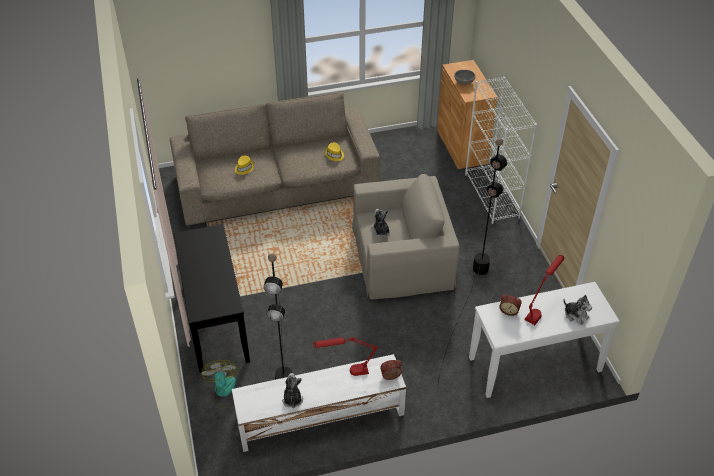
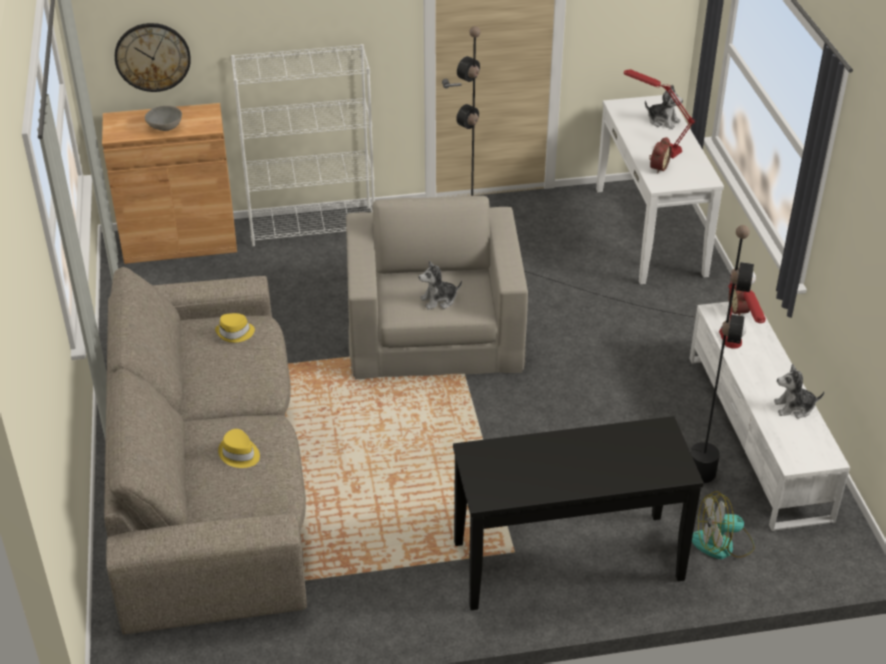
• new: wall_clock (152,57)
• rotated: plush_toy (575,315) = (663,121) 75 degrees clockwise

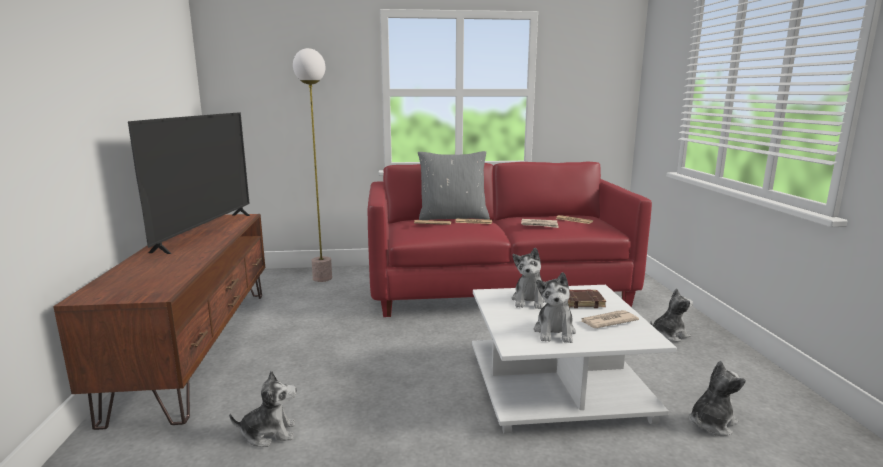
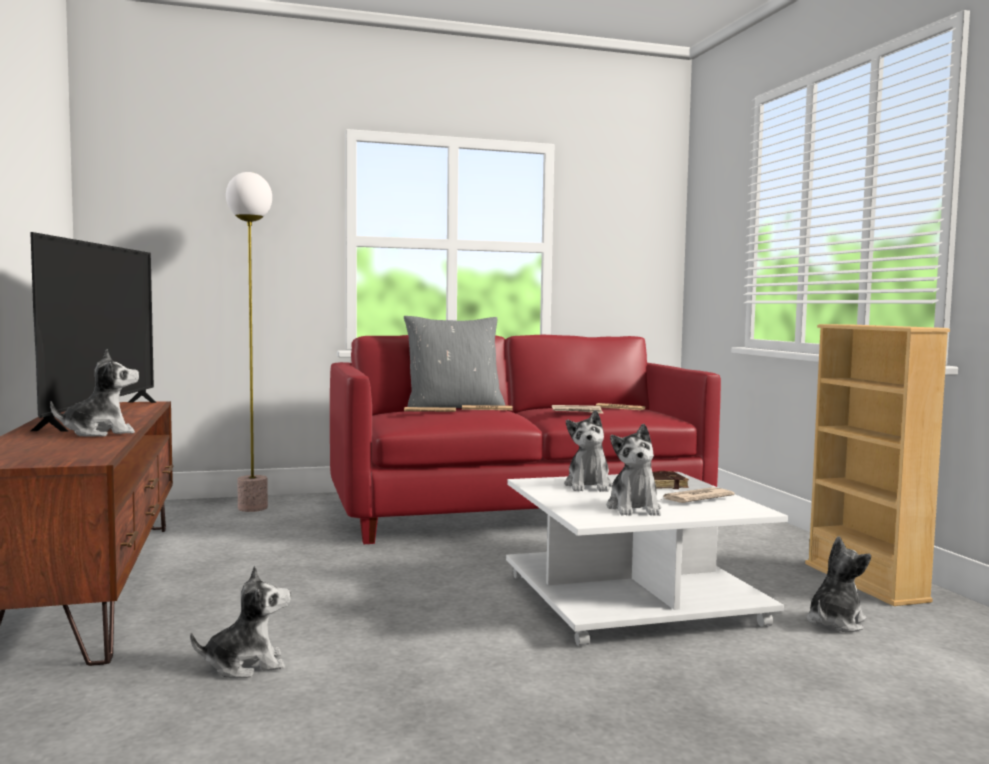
• shifted: plush_toy (668,335) to (100,433)
• new: beige_bookcase (865,582)

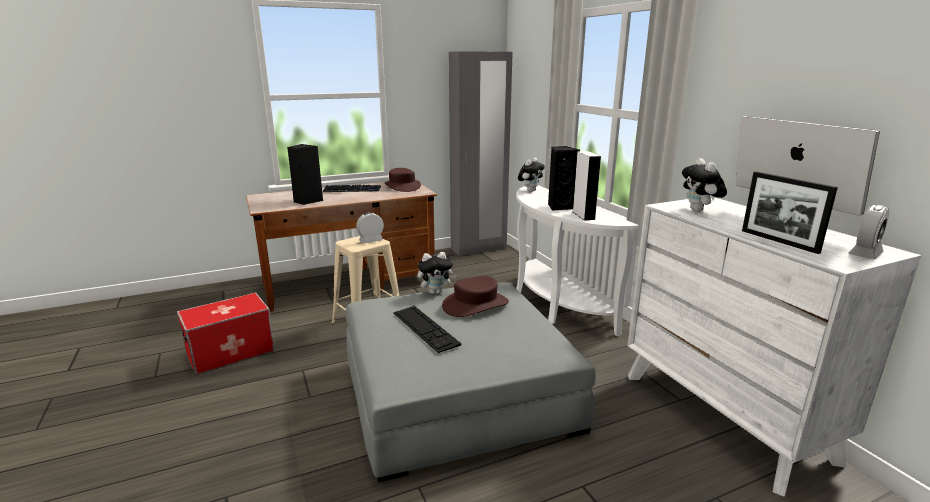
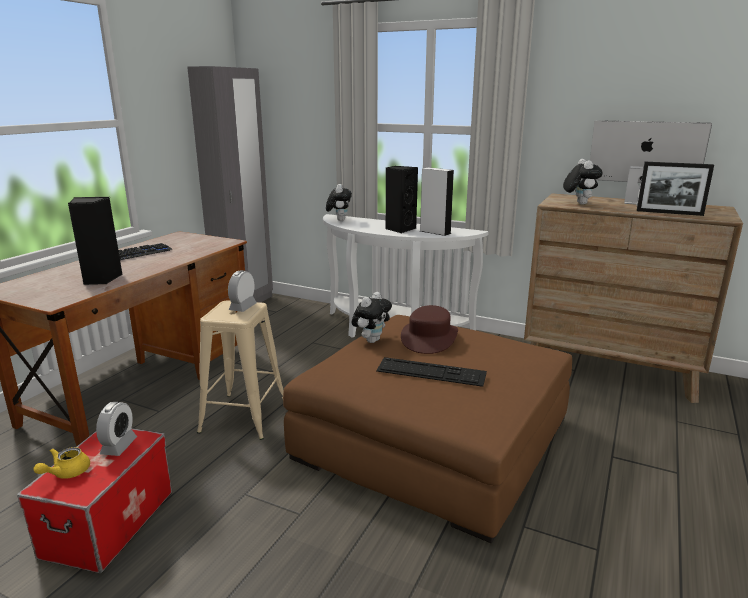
• new: yellow_teapot (66,473)
• shifted: alarm_clock (865,254) to (119,446)
• repainted: grey_ottoman (457,393) to brown_ottoman (432,438)
• repainted: white_dresser (723,415) to brown_dresser (609,369)
• rotated: plush_toy (699,211) = (578,203) 135 degrees counterclockwise
• gone: brown_hat (402,186)

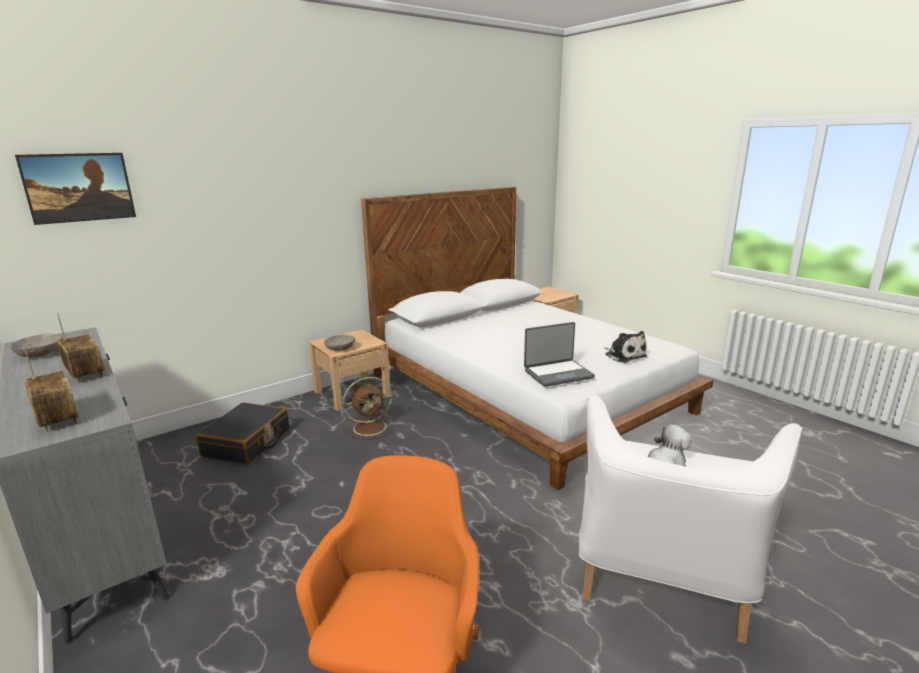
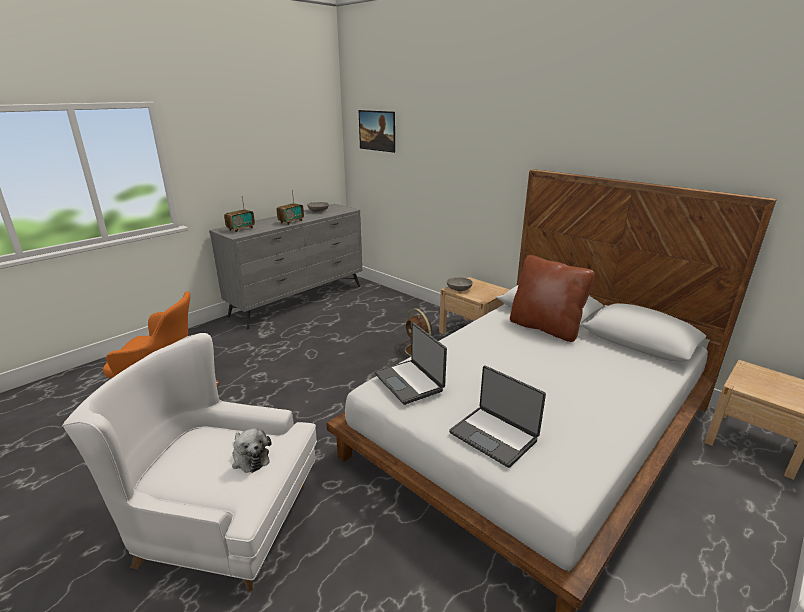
• swapped: plush_toy (624,355) to laptop (494,436)
• new: brown_pillow (545,328)
• gone: black_suitcase (247,443)

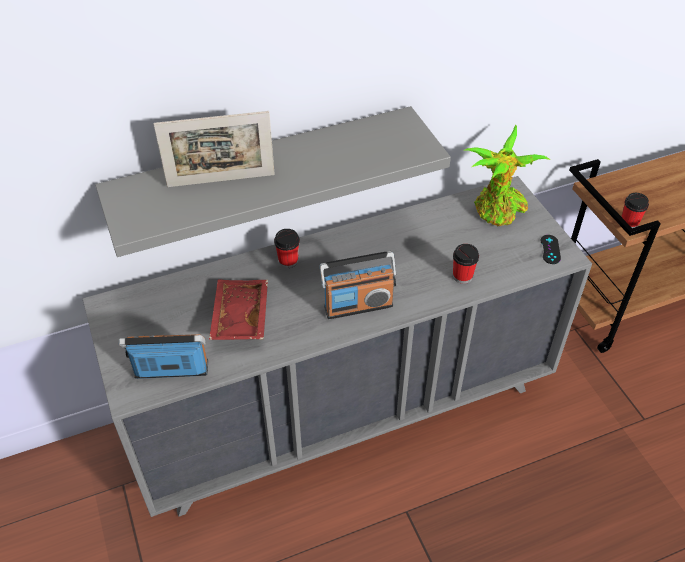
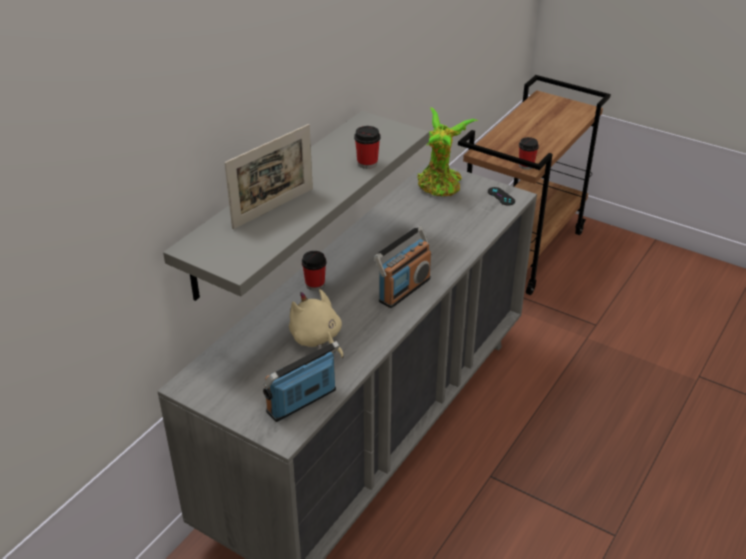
• swapped: red_tray (239,317) to beige_plush_toy (317,339)
• shifted: cup (462,276) to (367,163)

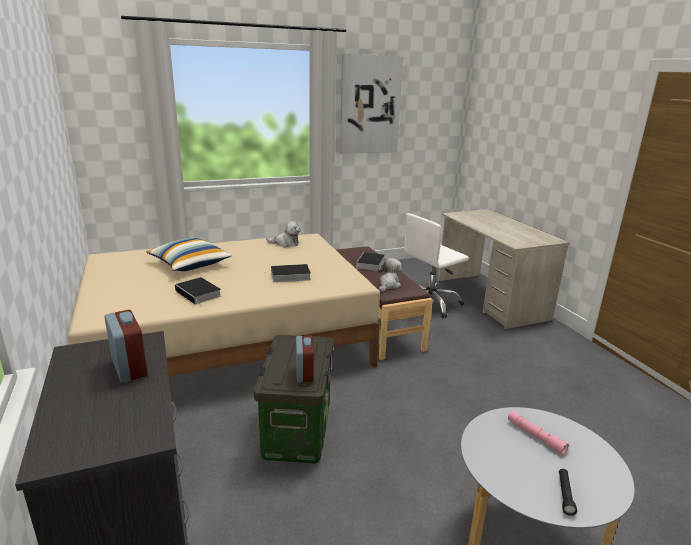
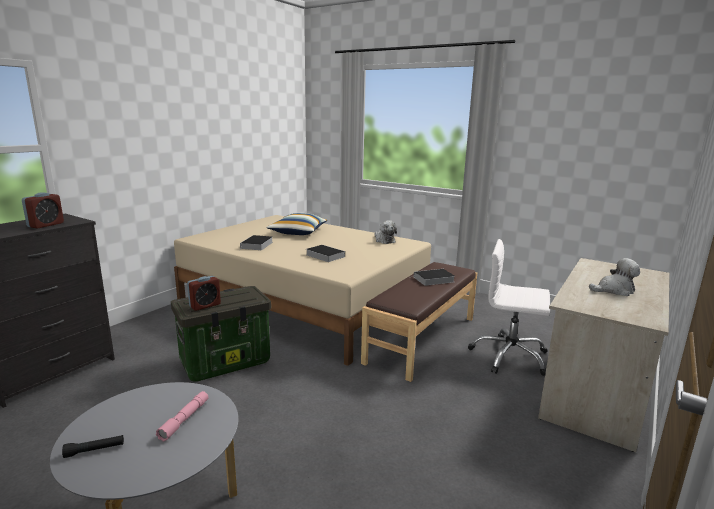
• shifted: plush_toy (388,285) to (614,290)
• gone: picture (370,105)

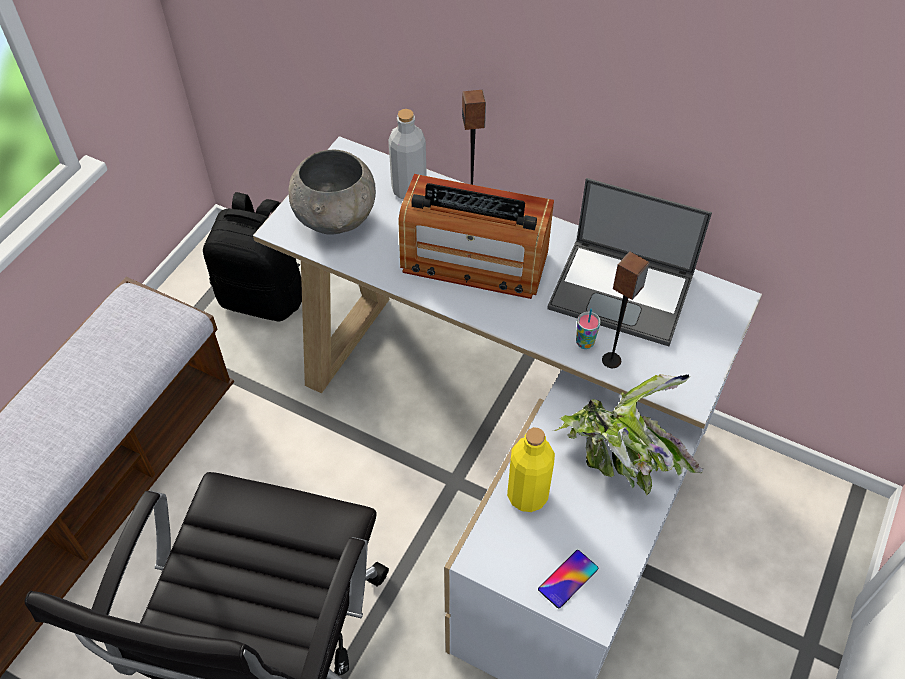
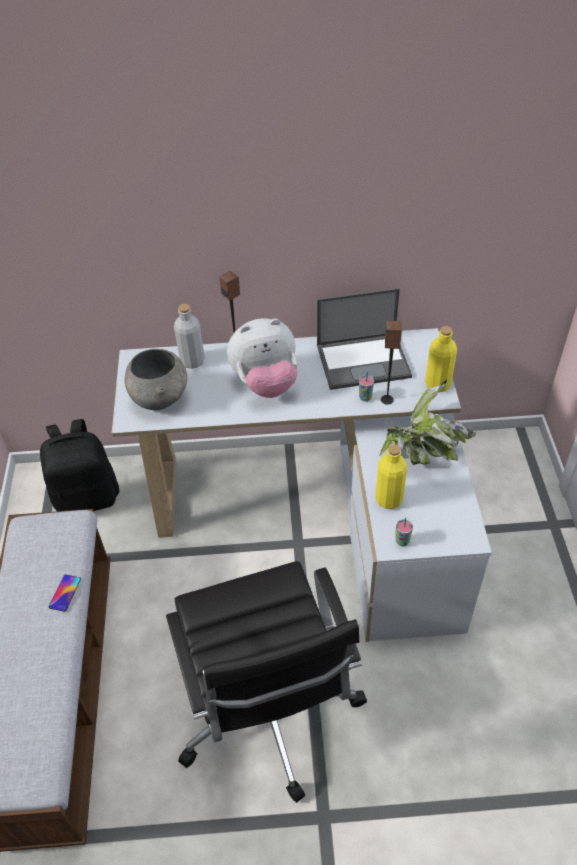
• shifted: phone (568,579) to (65,593)
• swapped: radio (474,261) to plush_toy (266,383)
• new: cup (402,541)
• new: yellow_bottle (437,384)

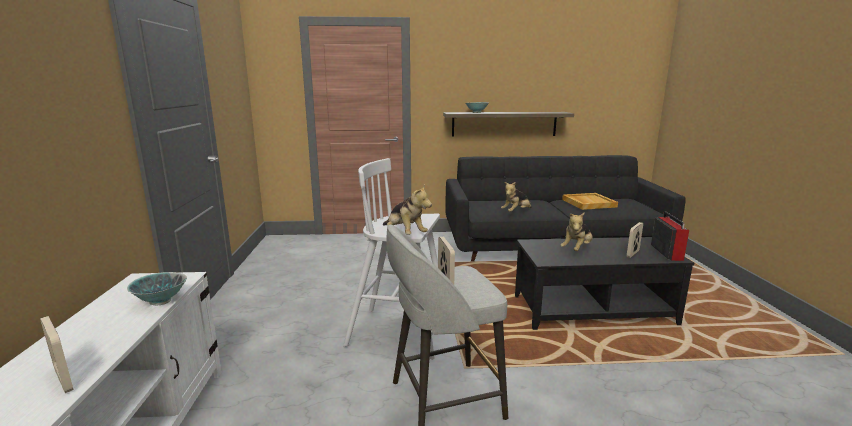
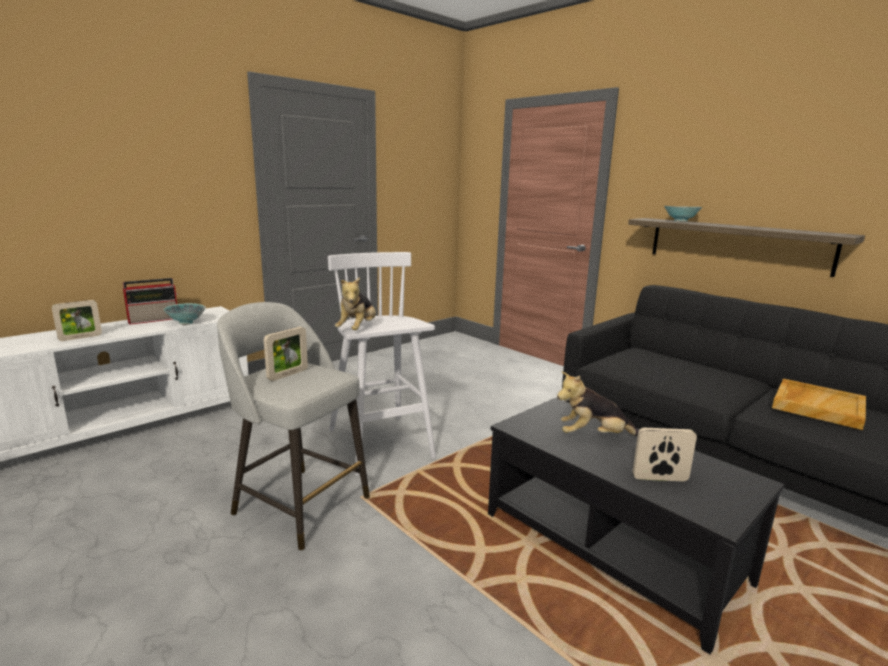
• rotated: picture_frame (63,379) = (80,338) 135 degrees counterclockwise
• shifted: radio (666,252) to (155,319)
• gone: plush_toy (516,212)

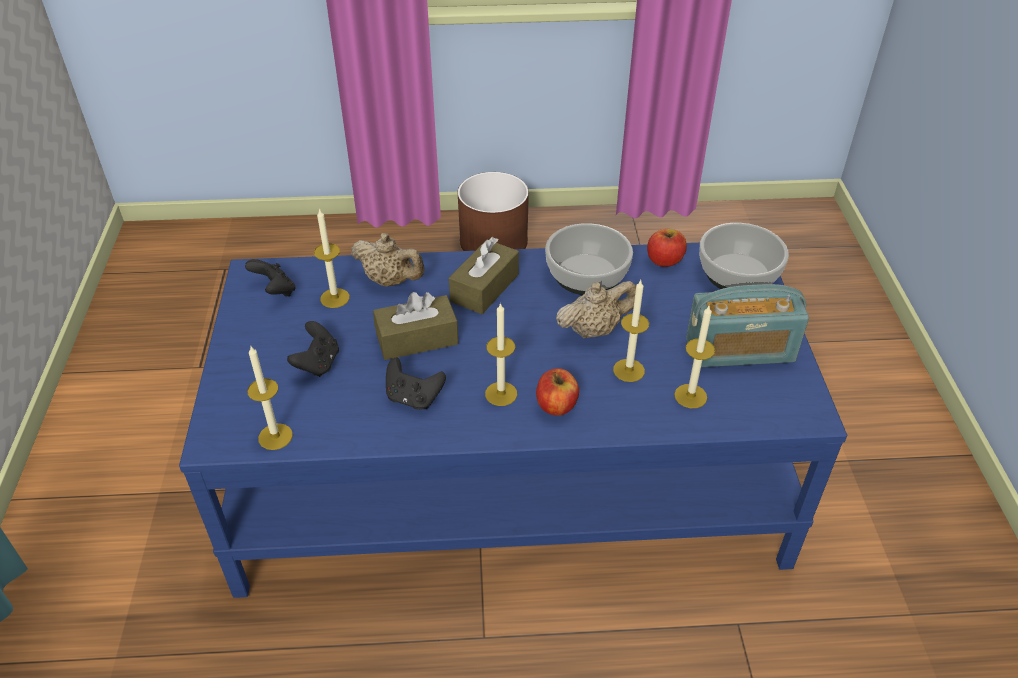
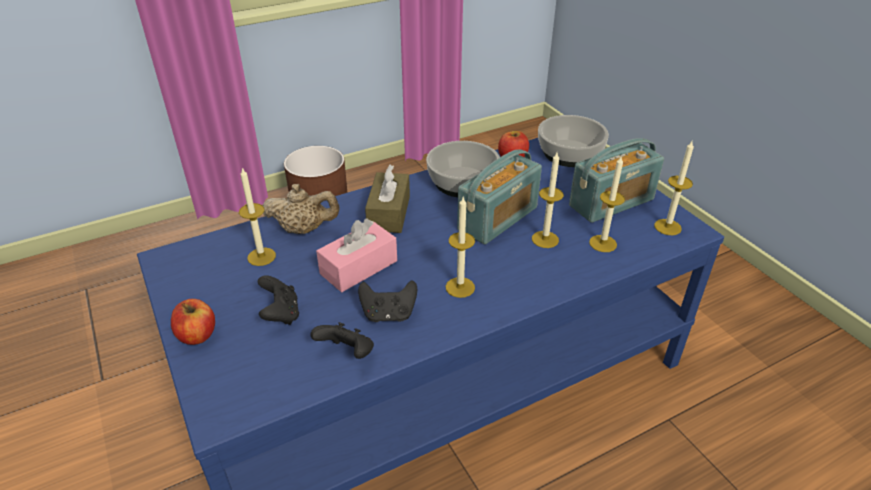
• shifted: apple (556,405) to (197,335)
• shifted: black_game_controller (275,291) to (347,353)
• repainted: brown_tissue_box (417,339) to pink_tissue_box (359,267)
• swapped: beige_teapot (594,330) to radio (498,219)
• shifted: candle (275,436) to (667,227)

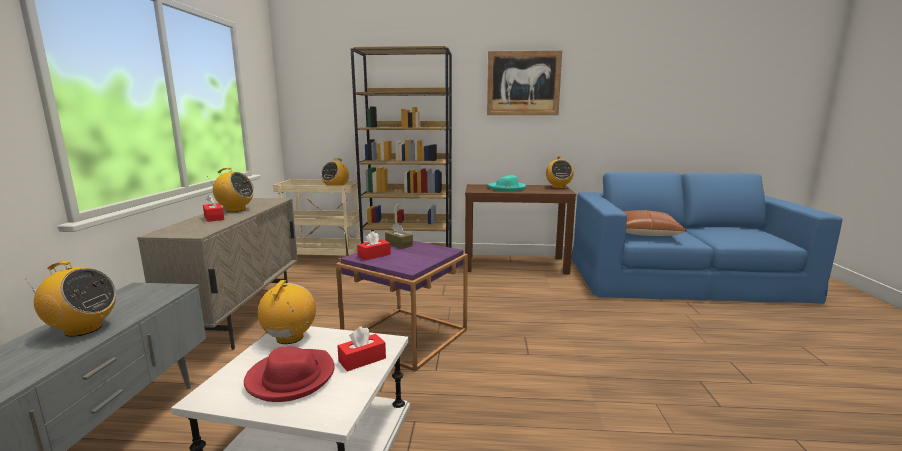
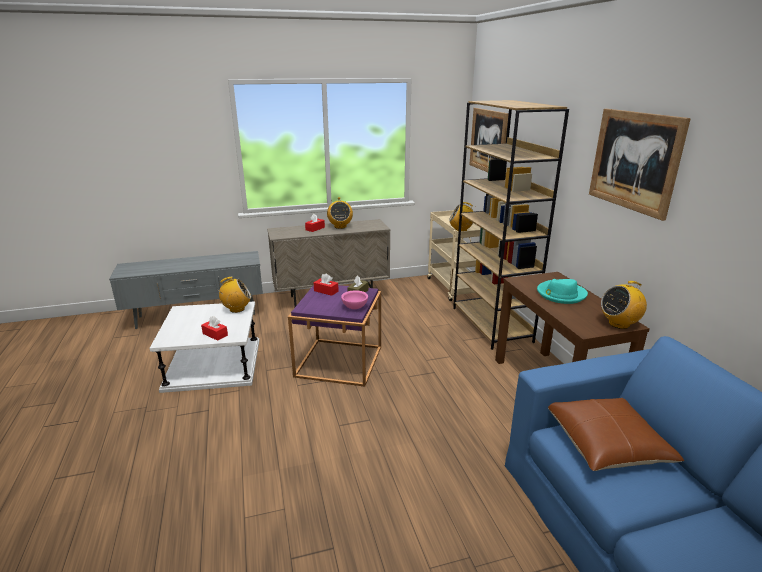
• new: pink_bowl (355,307)
• new: picture (488,141)
• gone: radio (83,329)
• gone: red_hat (291,378)

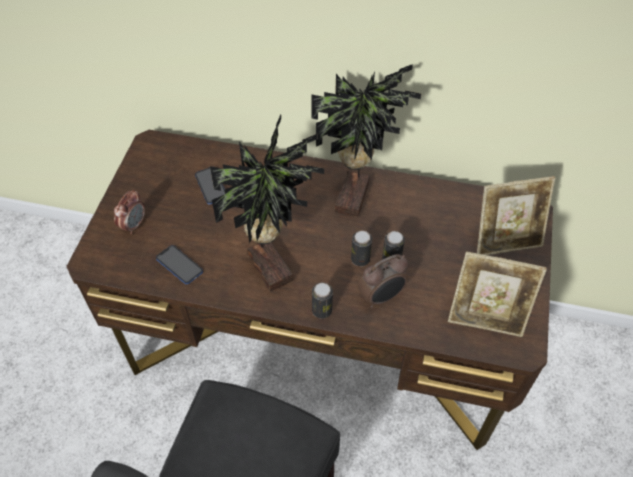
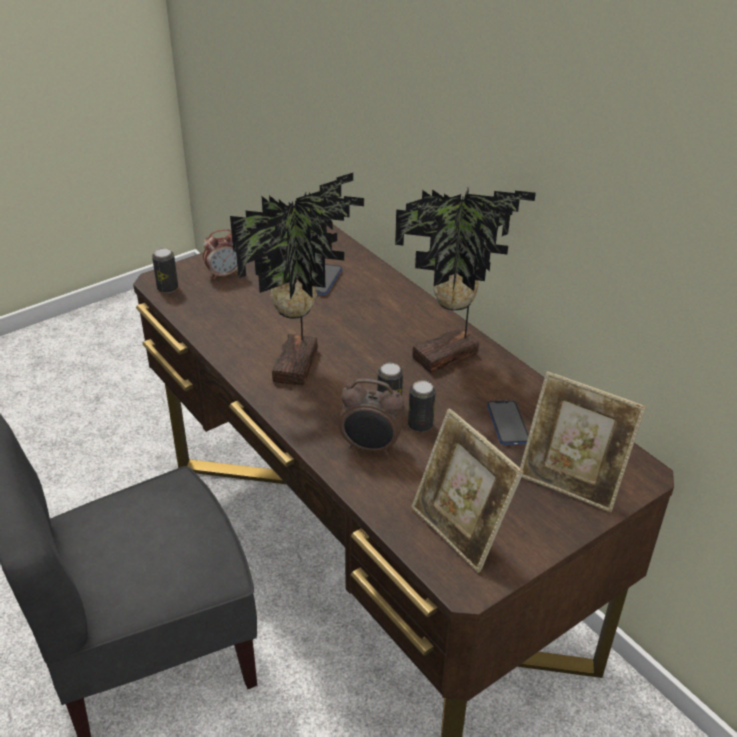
• shifted: can (322,310) to (167,288)
• shifted: phone (179,265) to (507,424)

